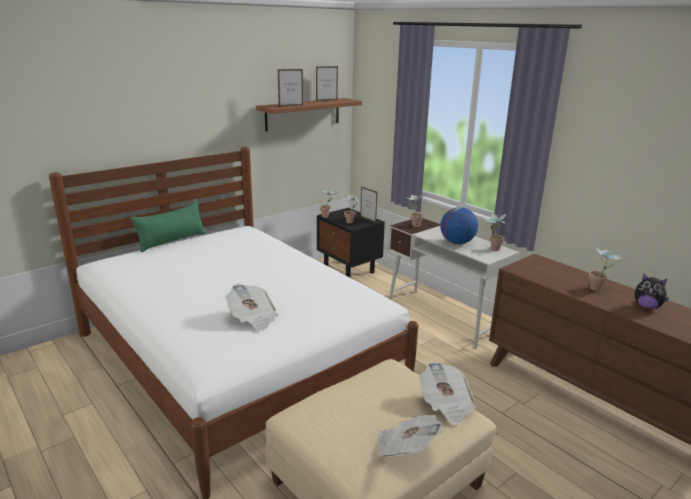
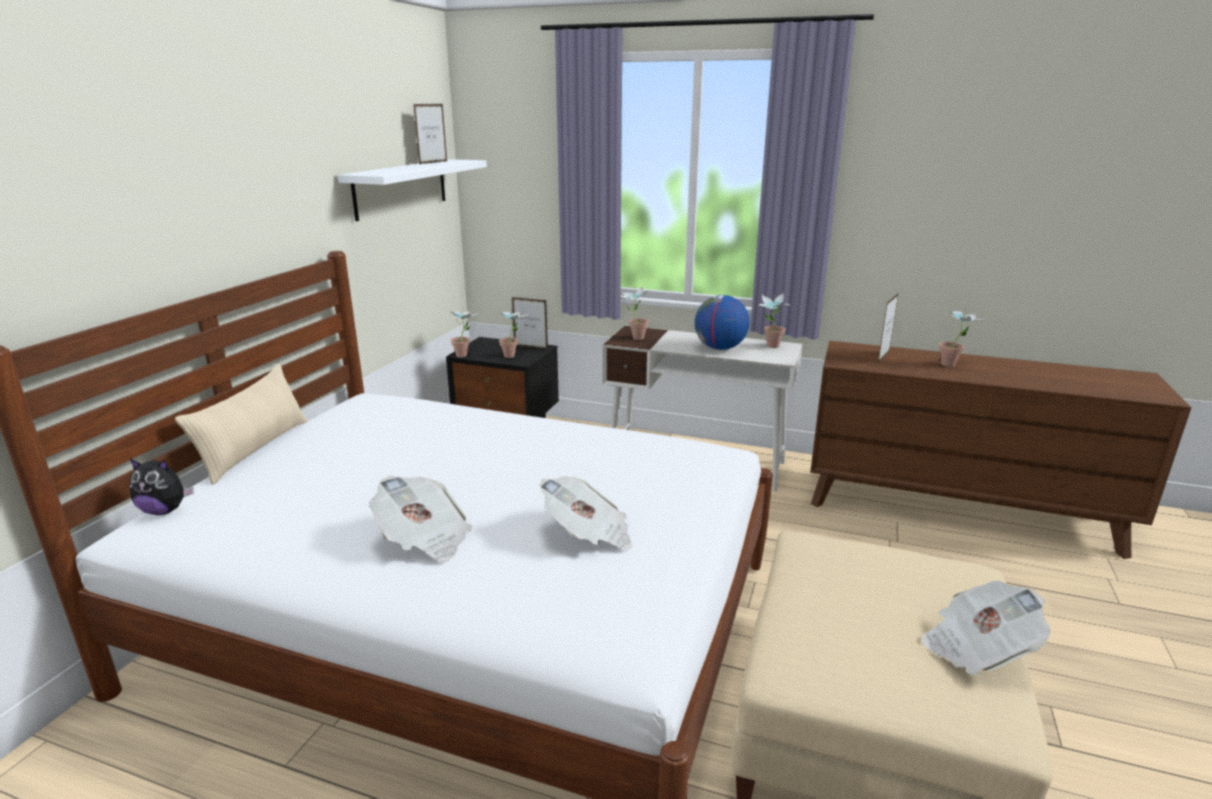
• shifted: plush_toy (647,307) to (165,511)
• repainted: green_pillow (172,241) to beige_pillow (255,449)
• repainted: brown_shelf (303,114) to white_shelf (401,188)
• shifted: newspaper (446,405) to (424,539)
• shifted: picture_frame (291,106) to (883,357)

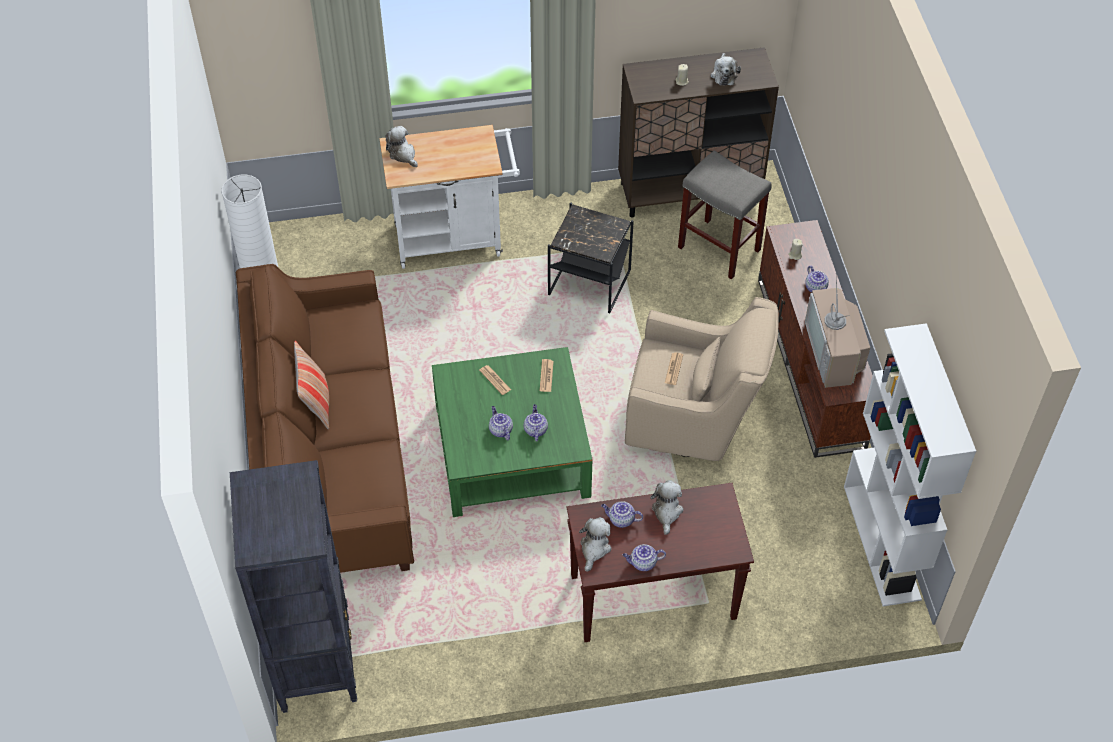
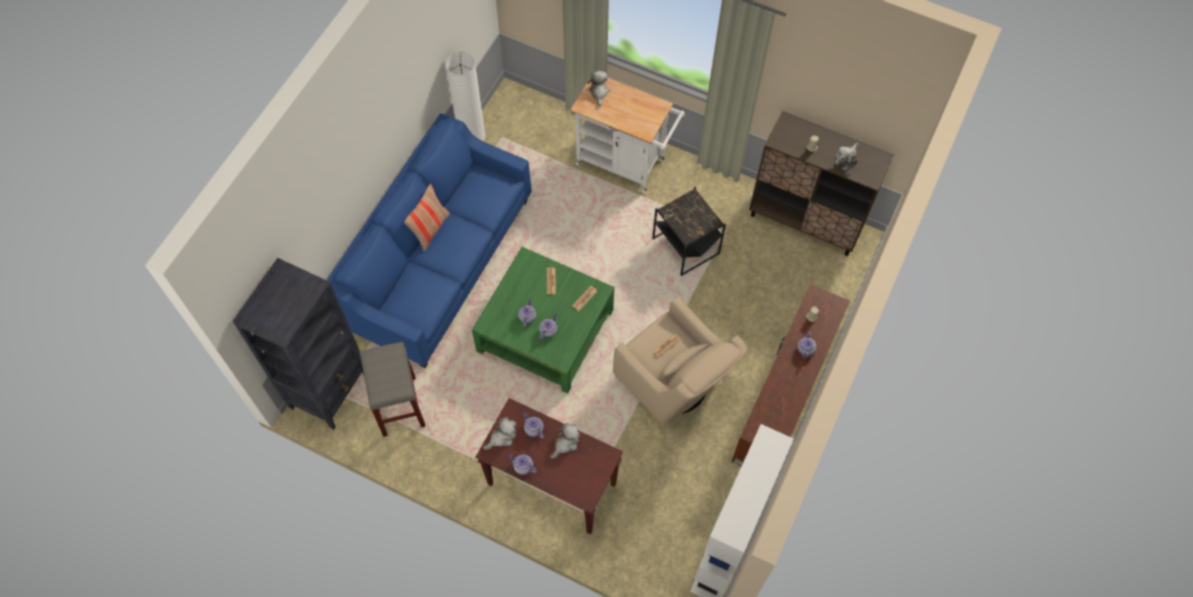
• repainted: brown_sofa (331,454) to blue_sofa (439,263)
• shifted: grey_stool (720,249) to (400,407)
• gone: television (834,353)

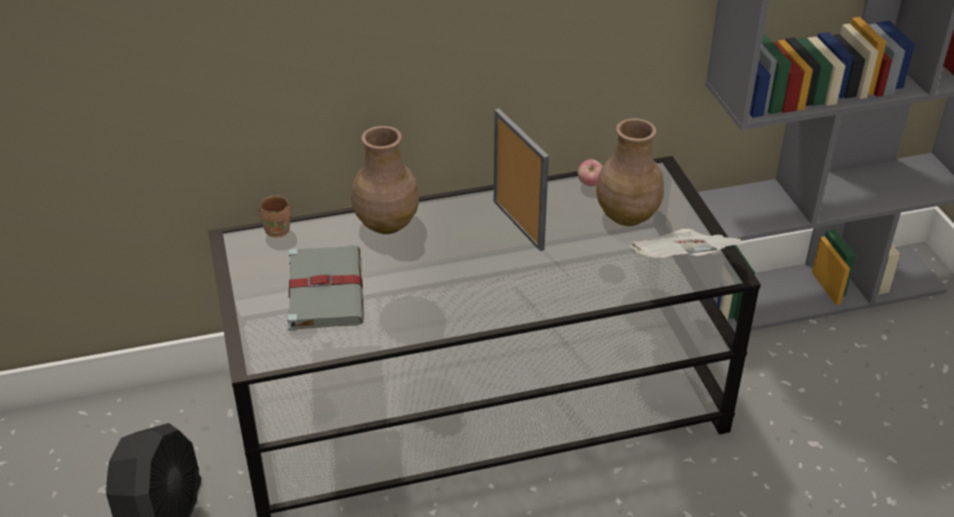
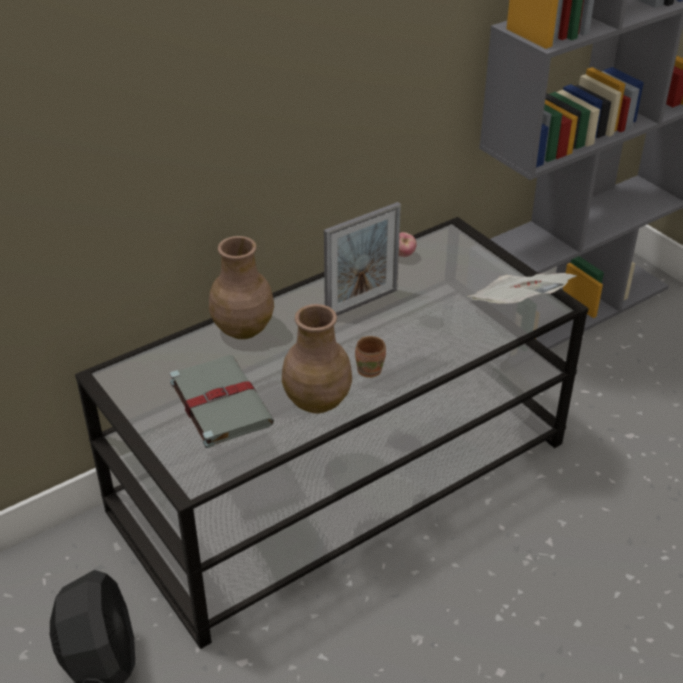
• shifted: brown_vase (628,216) to (318,401)
• rotated: picture_frame (518,225) = (361,303) 105 degrees clockwise
• shifted: brown_mug (279,230) to (370,369)

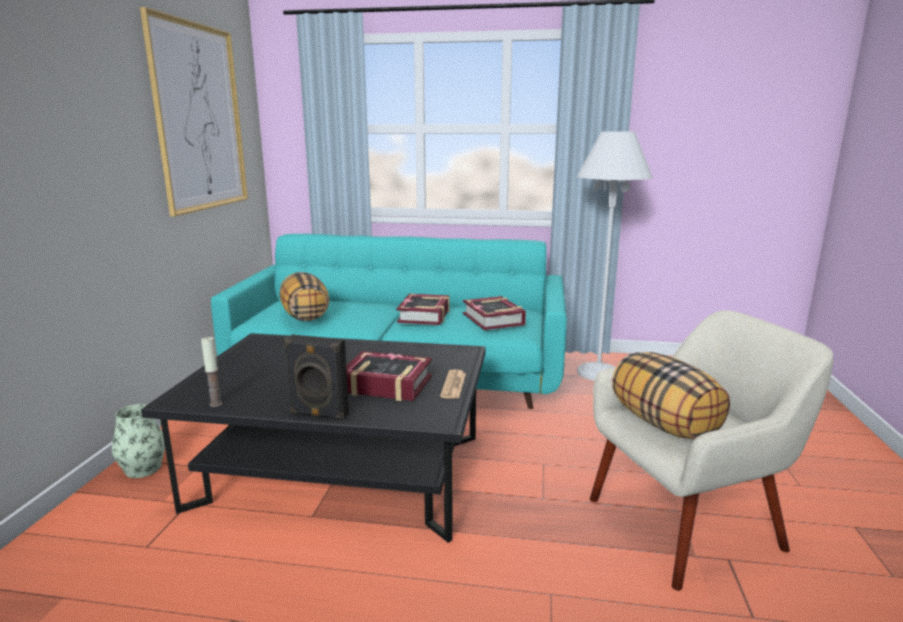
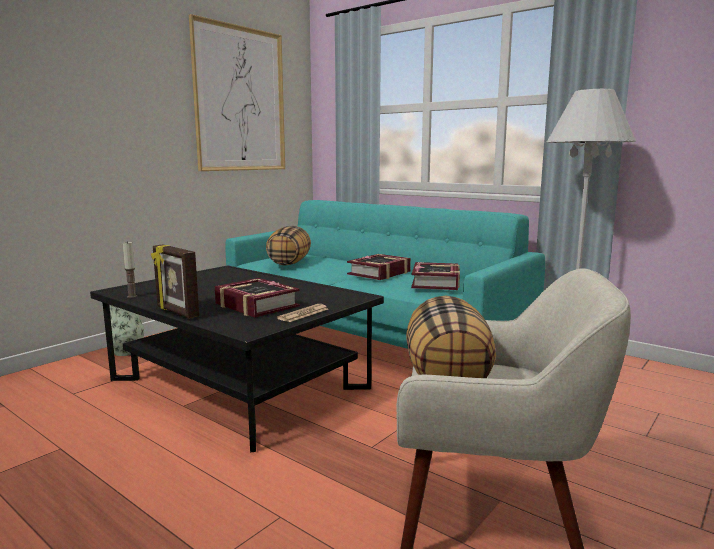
• swapped: black_speaker (319,414) to picture_frame (176,312)

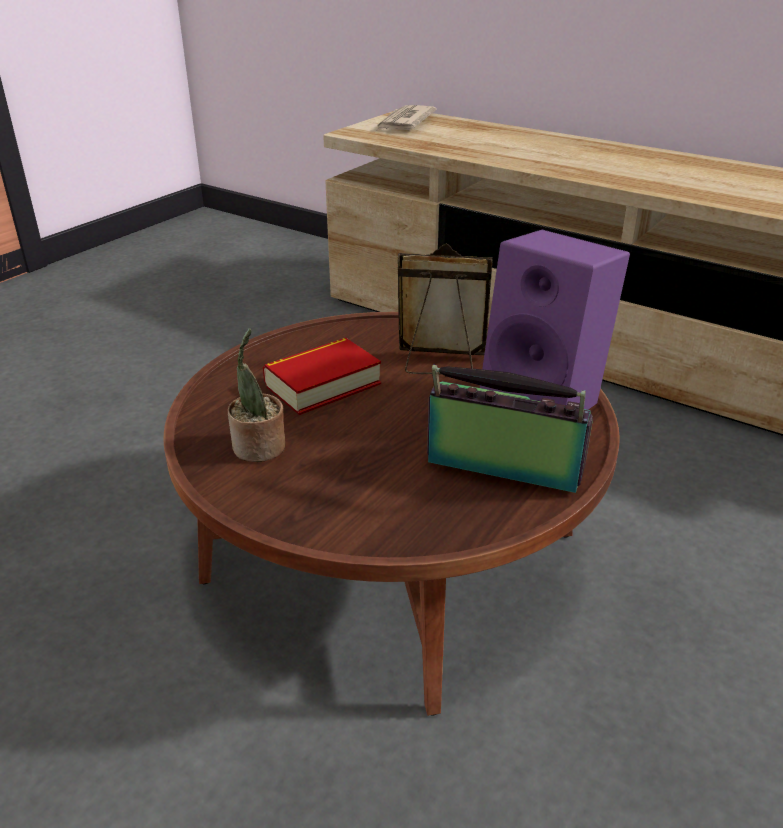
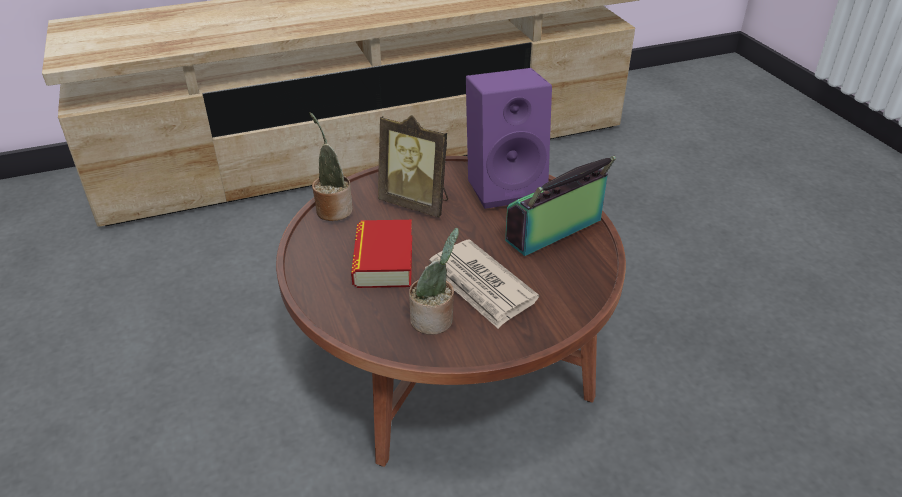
• new: potted_plant (333,209)
• rotated: picture_frame (440,364) = (416,203) 105 degrees counterclockwise
• shifted: newspaper (404,122) to (480,286)

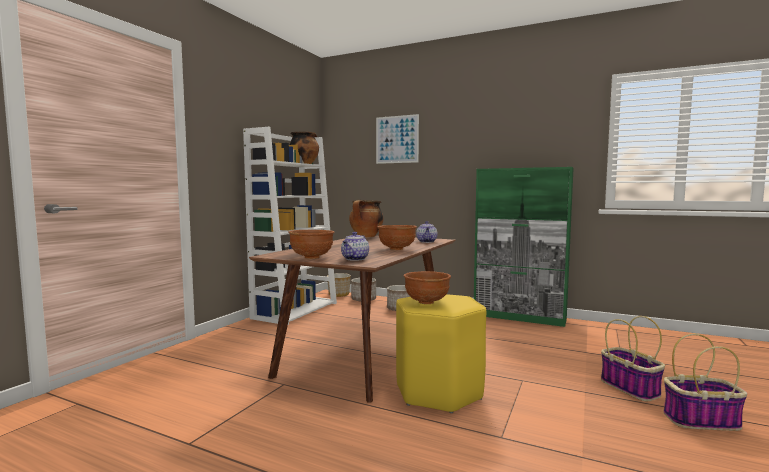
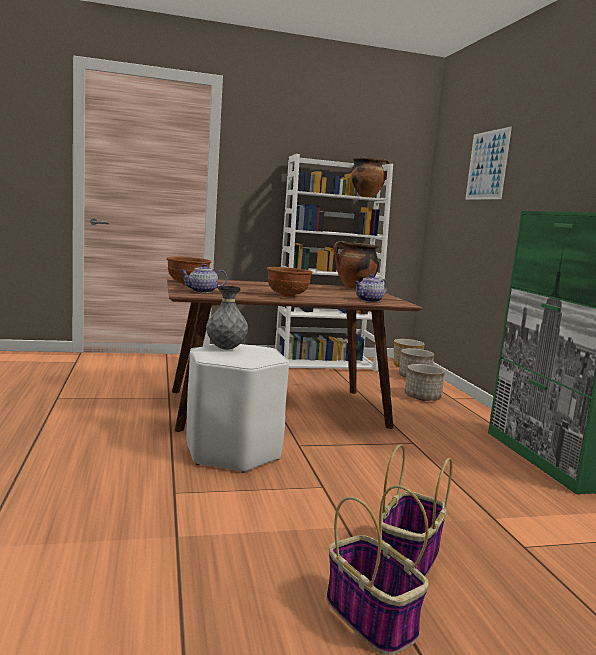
• repainted: yellow_stool (438,392) to white_stool (232,452)
• swapped: brown_bowl (427,302) to grey_vase (226,349)

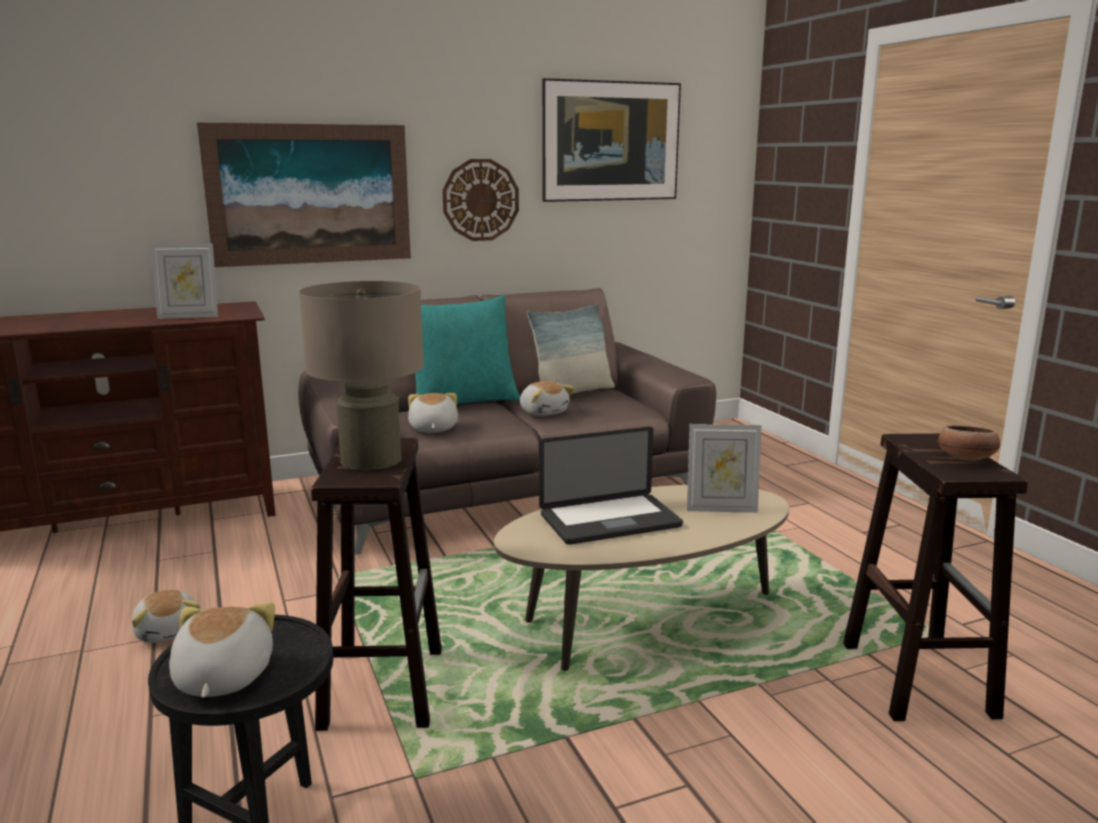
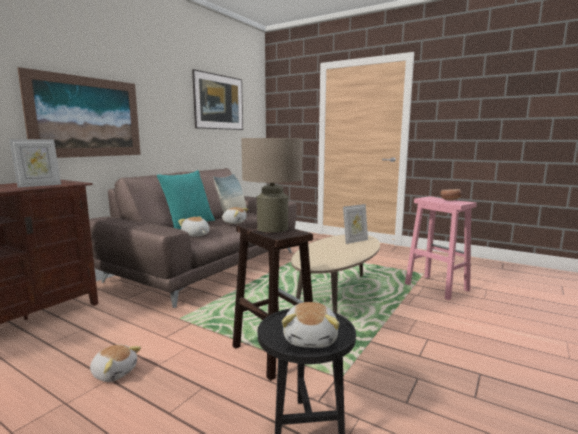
• rotated: plush_toy (221,678) = (311,339) 135 degrees counterclockwise
• repainted: brown_stool (915,678) to pink_stool (435,287)
• gone: wall_clock (480,200)
• gone: laptop (610,521)

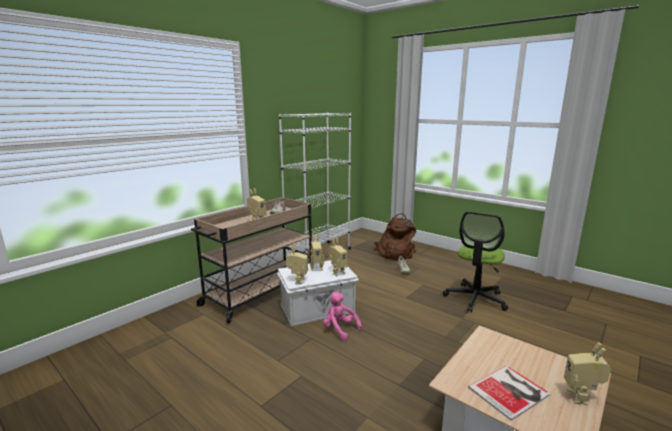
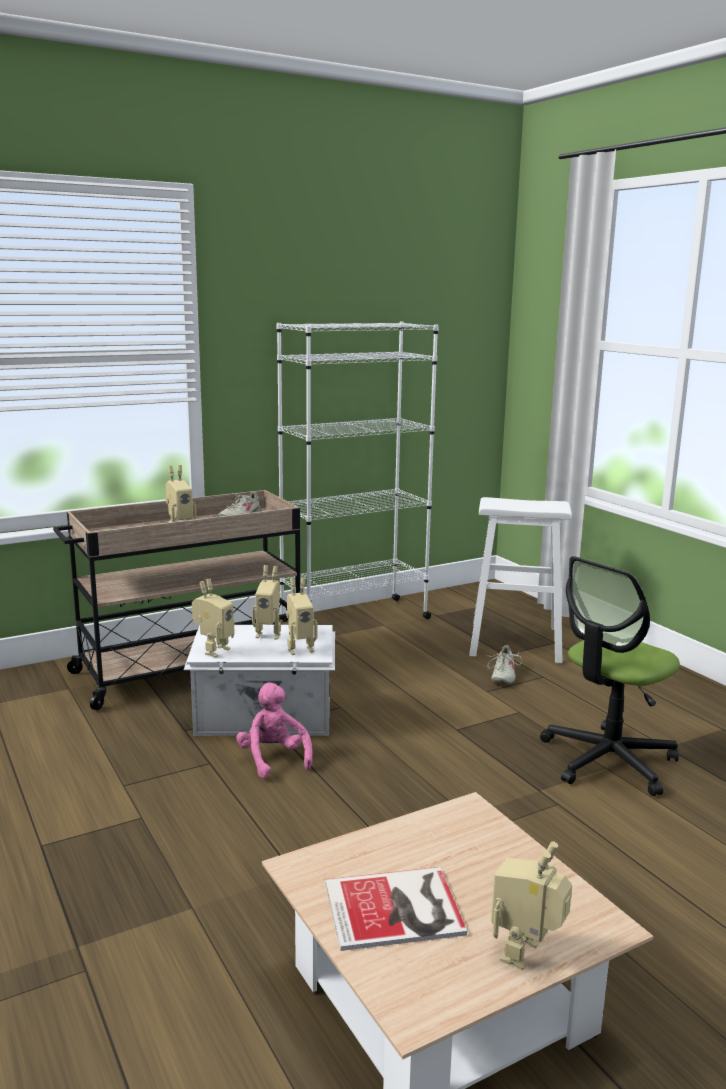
• swapped: brown_backpack (394,253) to white_stool (515,641)

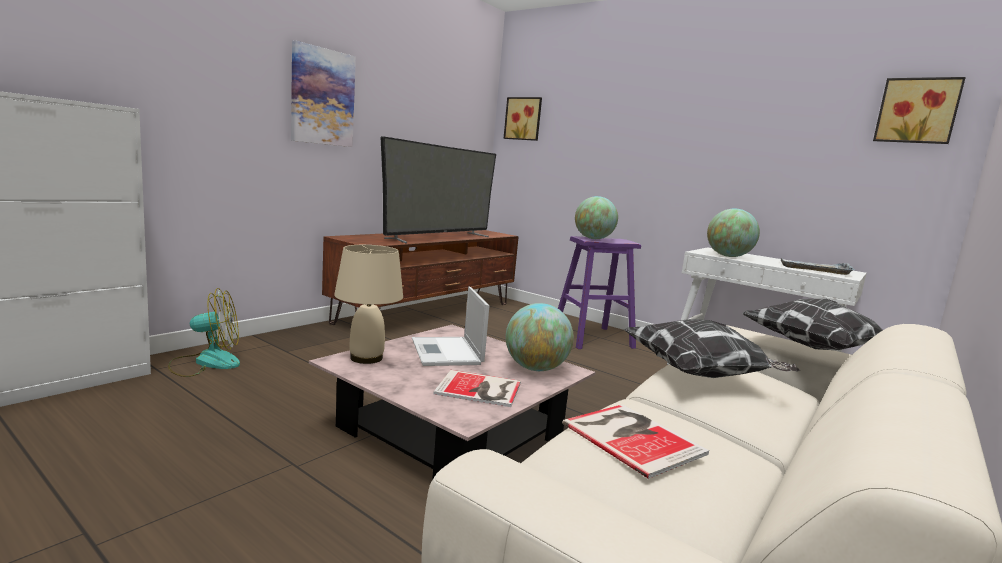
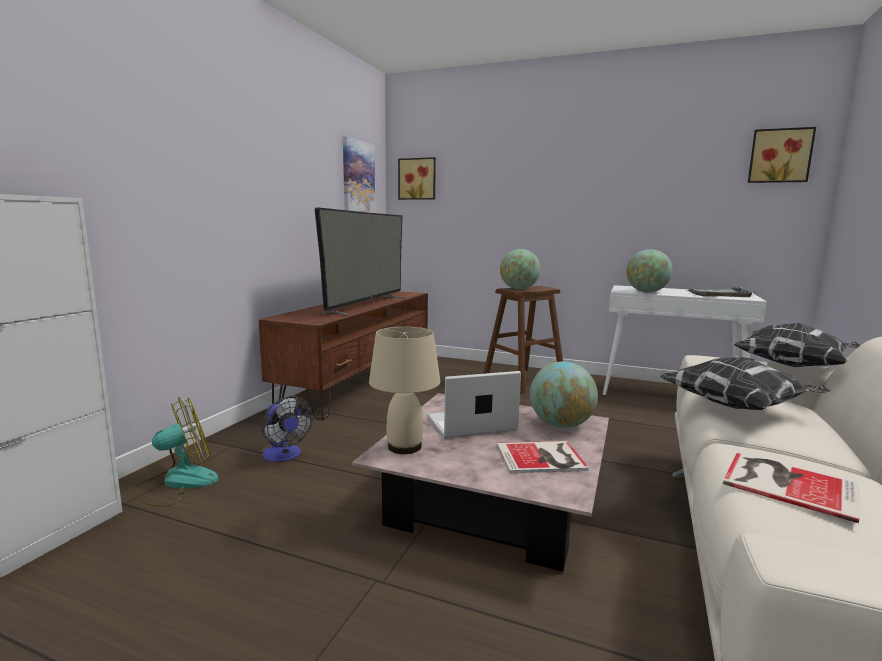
• new: fan (284,456)
• shifted: picture (322,97) to (358,178)
• rotated: laptop (447,352) = (469,424) 105 degrees clockwise
• repainted: purple_stool (592,338) to brown_stool (523,380)

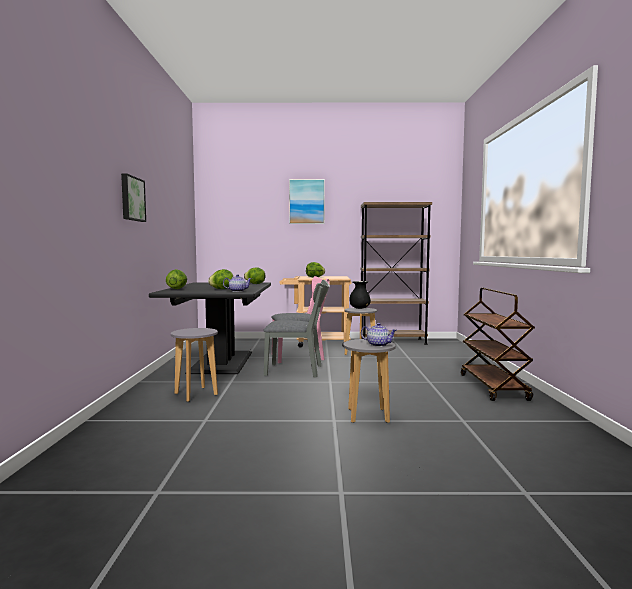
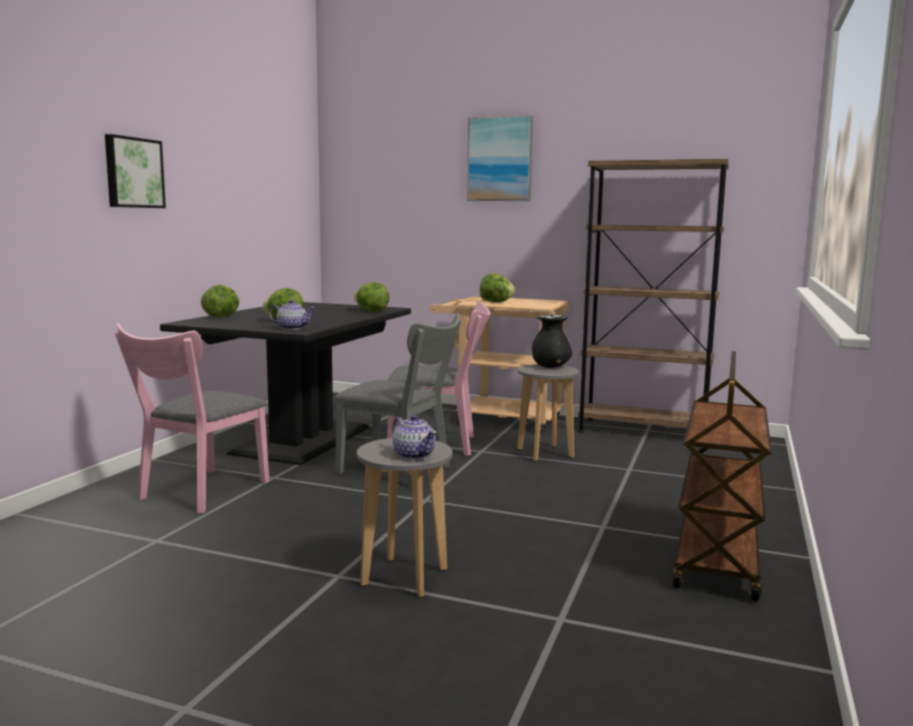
• swapped: grey_stool (196,394) to pink_chair (198,493)

